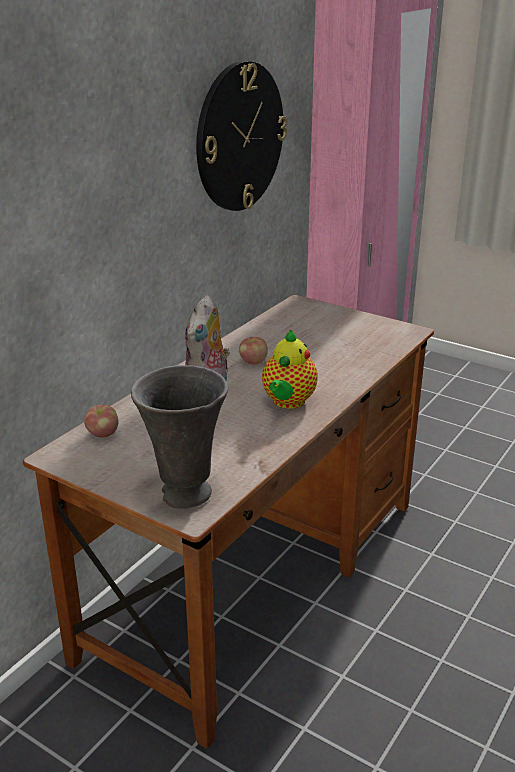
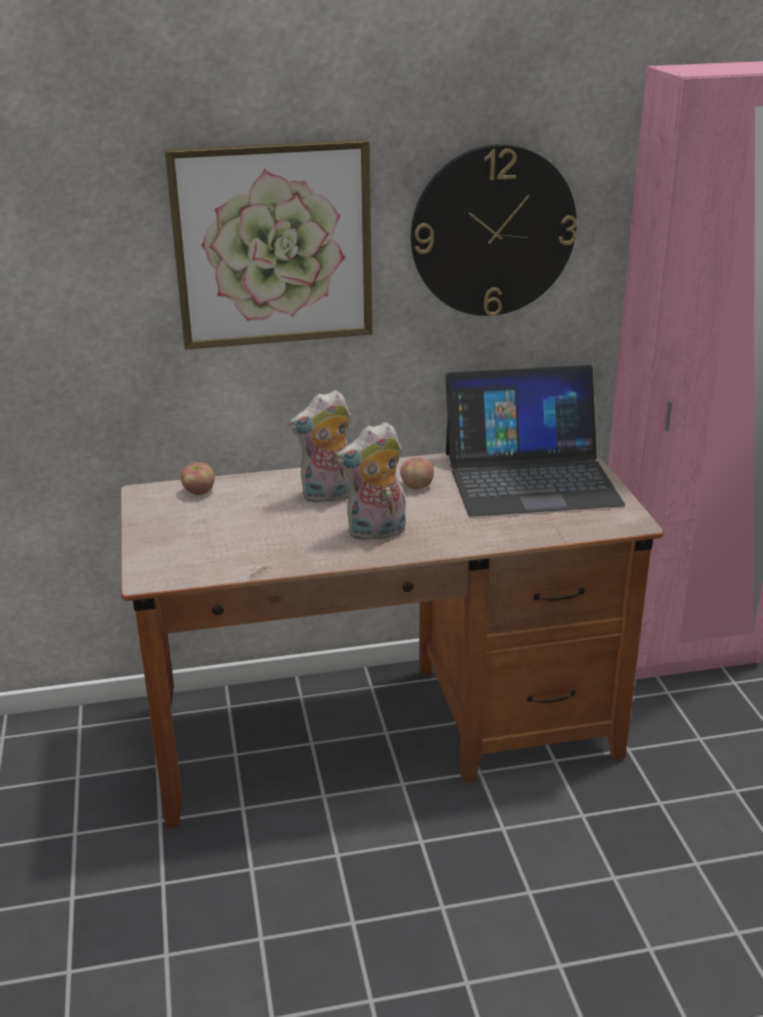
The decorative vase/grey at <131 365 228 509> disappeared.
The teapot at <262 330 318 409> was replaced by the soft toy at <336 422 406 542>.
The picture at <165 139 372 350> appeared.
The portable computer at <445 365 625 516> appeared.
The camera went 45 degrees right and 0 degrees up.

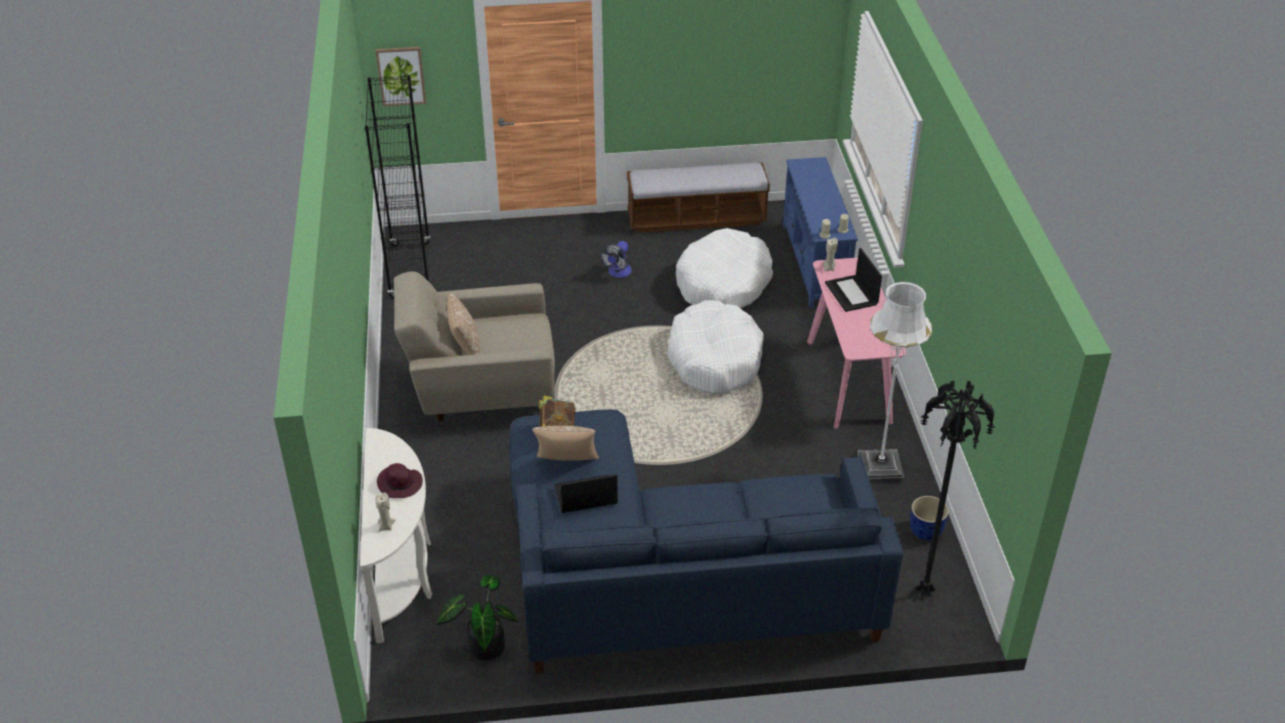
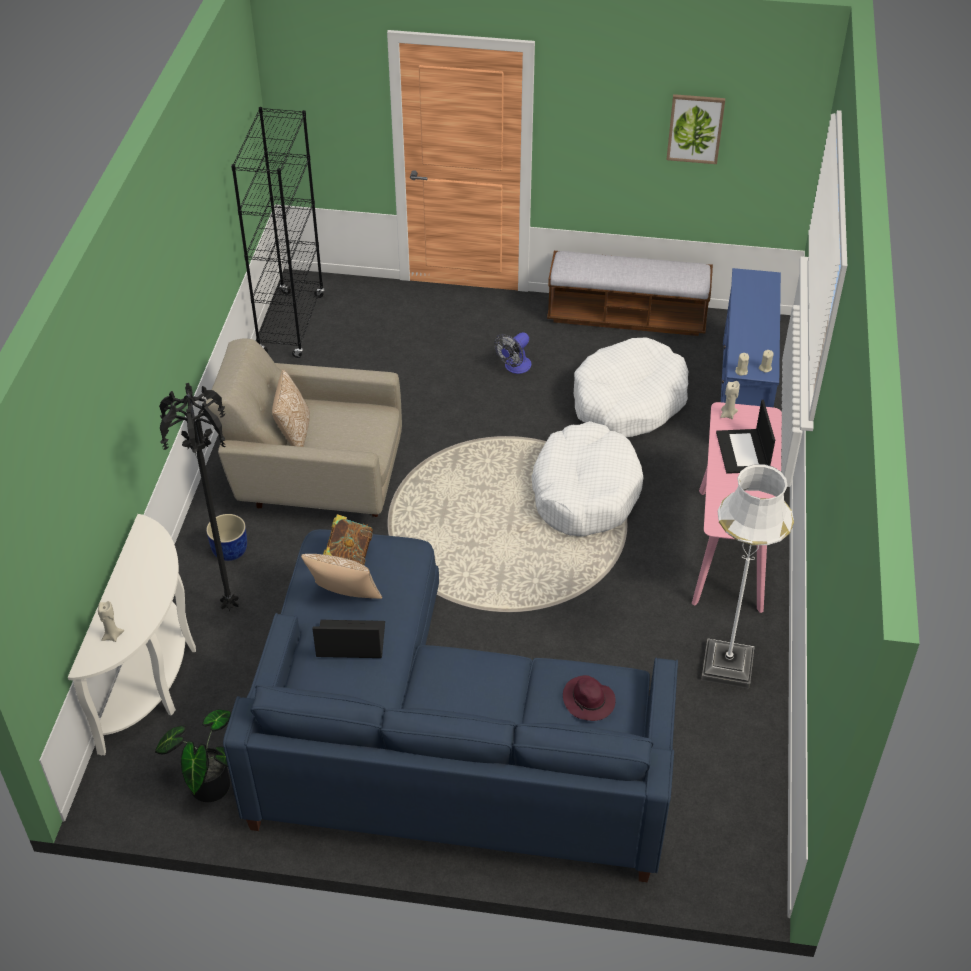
The picture moved from <375 47 426 106> to <667 94 725 164>.
The clothing hat/purple moved from <377 463 423 498> to <563 675 616 721>.
The plant pot/blue-coloured moved from <910 496 949 540> to <206 514 247 561>.
The standard lamp/blackish moved from <916 380 995 596> to <159 383 239 611>.
The camera went 15 degrees right and 5 degrees up.

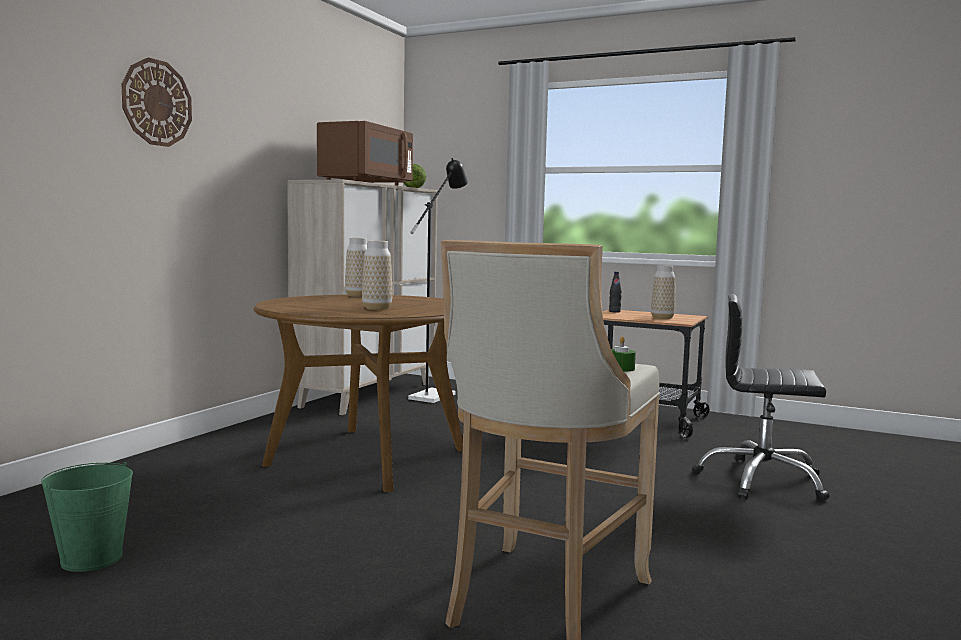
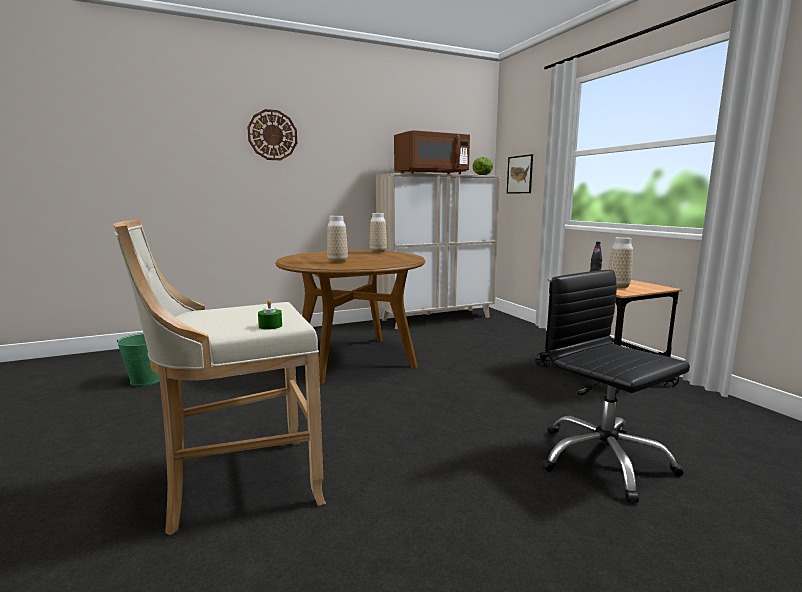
The standard lamp/blackish at <408 158 468 403> disappeared.
The picture at <507 154 533 194> appeared.
The camera went 40 degrees right and 5 degrees up.

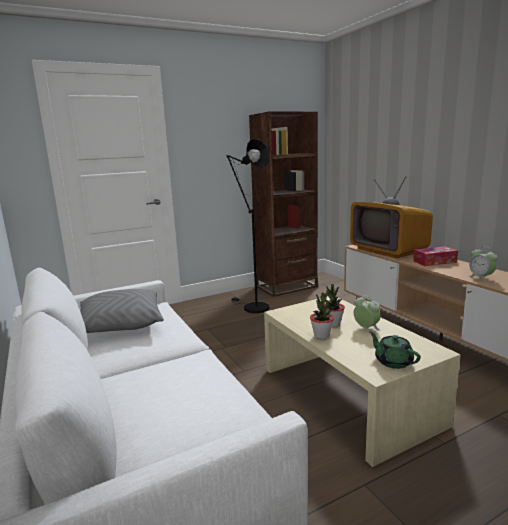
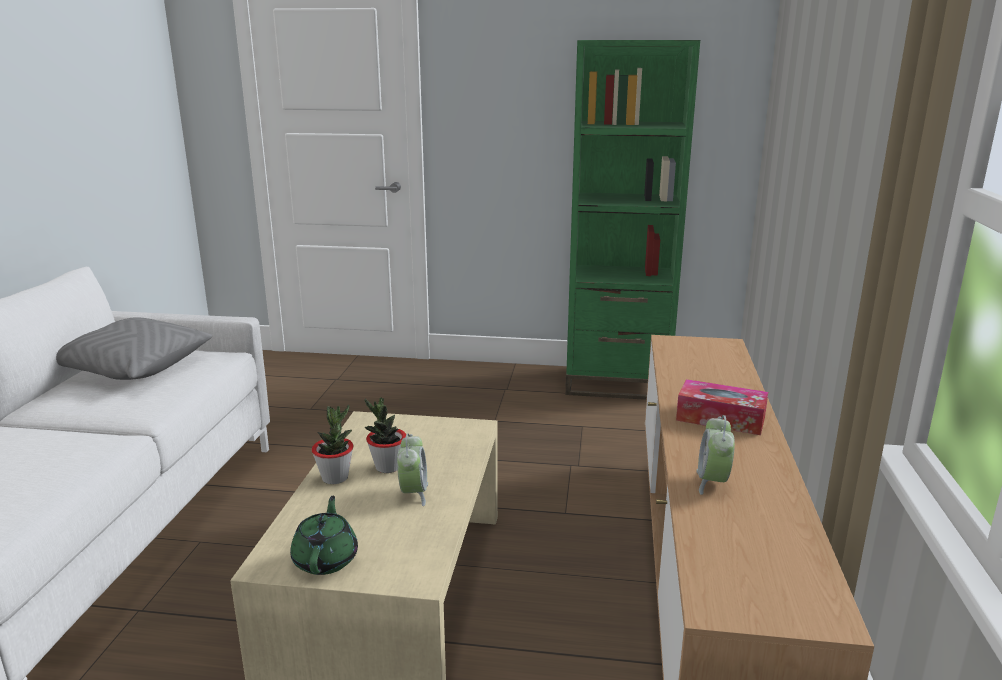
The standard lamp/blackish at <226 139 270 313> disappeared.
The bookcase/brown-coloured at <249 112 318 297> became the bookcase/greenish at <565 40 700 400>.
The television at <350 176 433 258> disappeared.
The camera went 35 degrees right and 5 degrees up.

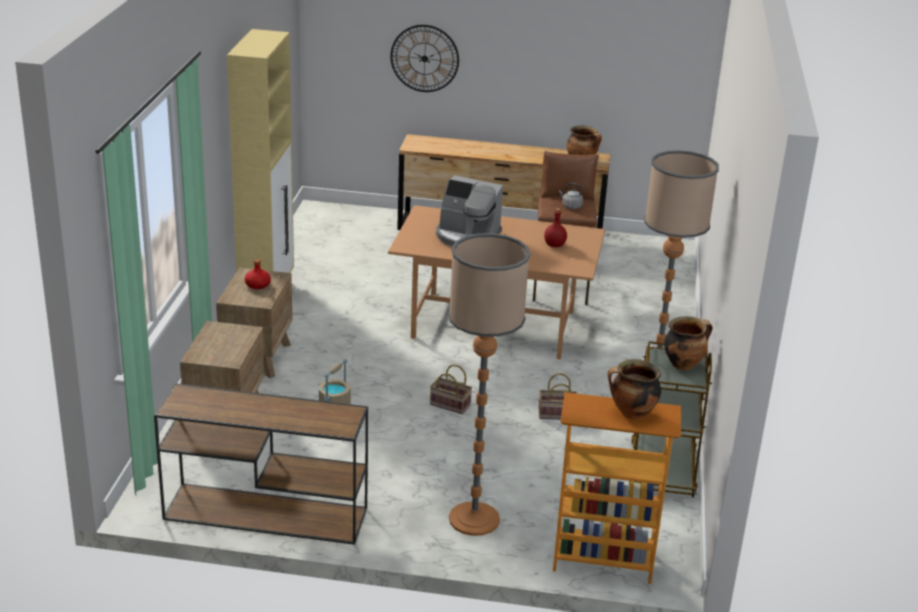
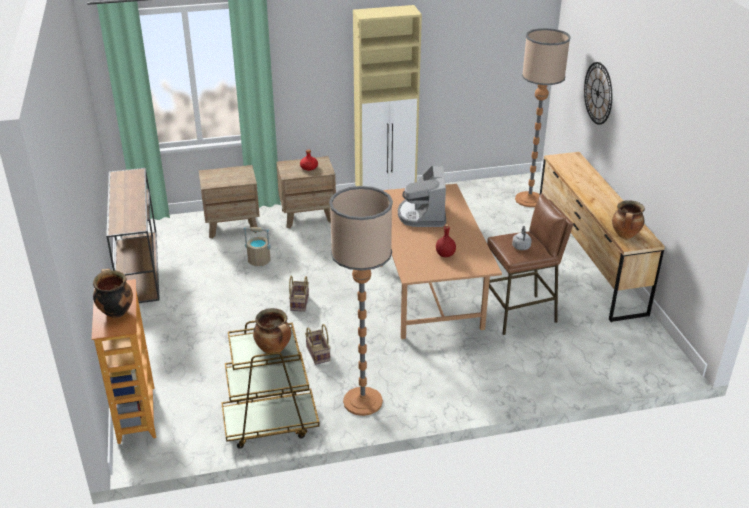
The standard lamp moved from <448 233 530 536> to <515 28 571 207>.
The camera went 70 degrees right and 5 degrees up.

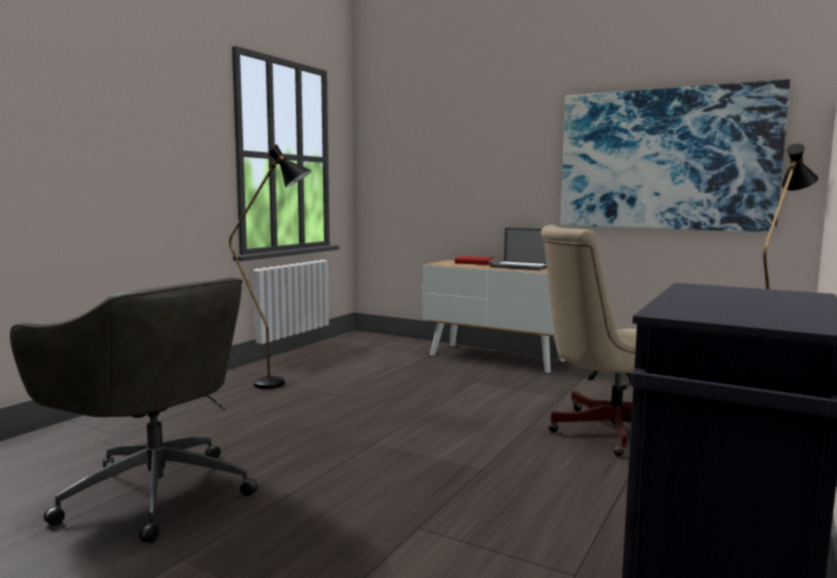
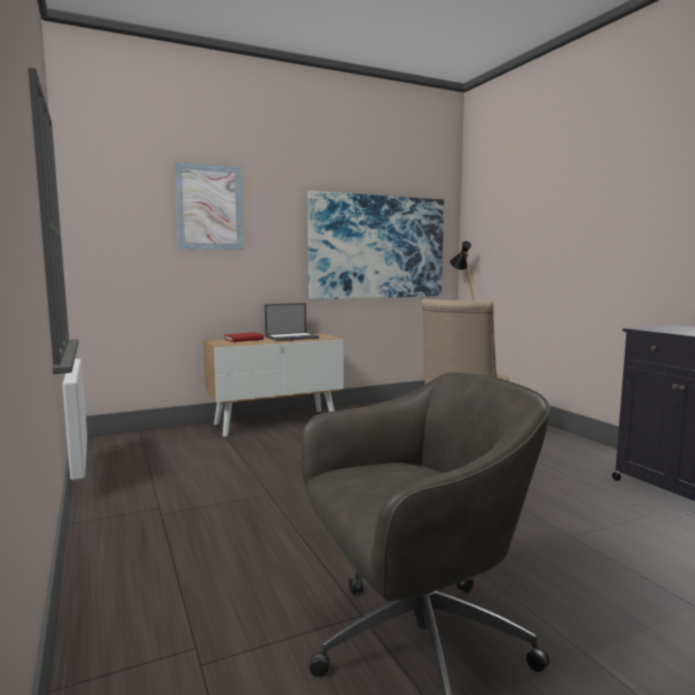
The standard lamp/blackish at <229 144 312 389> disappeared.
The picture at <174 162 243 250> appeared.
The camera went 55 degrees left and 0 degrees up.

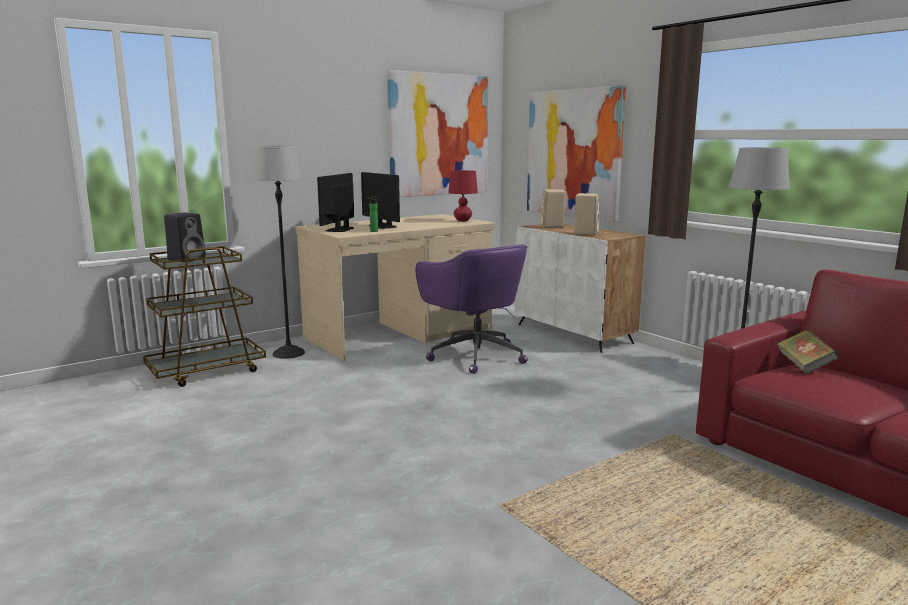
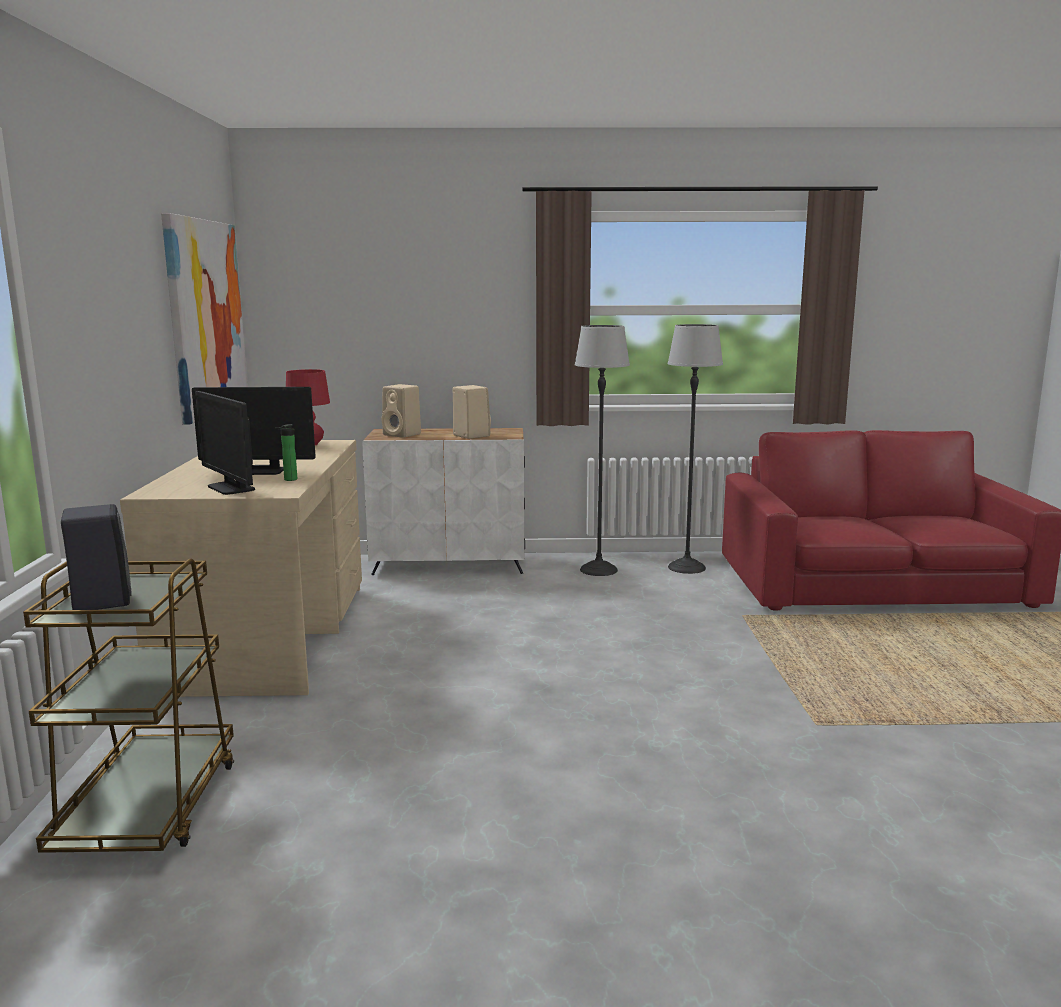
The standard lamp moved from <253 146 305 359> to <575 325 630 576>.
The desk chair/purple at <415 245 528 374> disappeared.
The picture at <527 85 626 222> disappeared.
The book at <777 330 839 374> disappeared.
The camera went 55 degrees left and 0 degrees up.

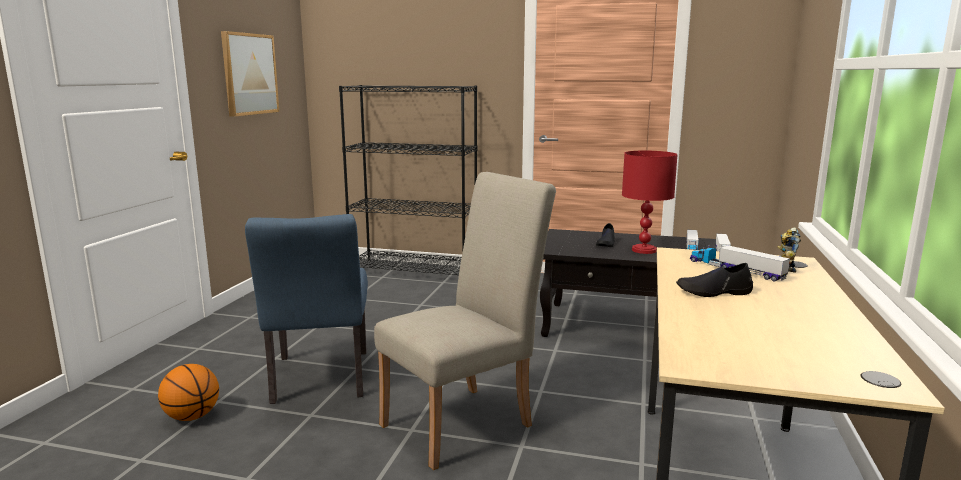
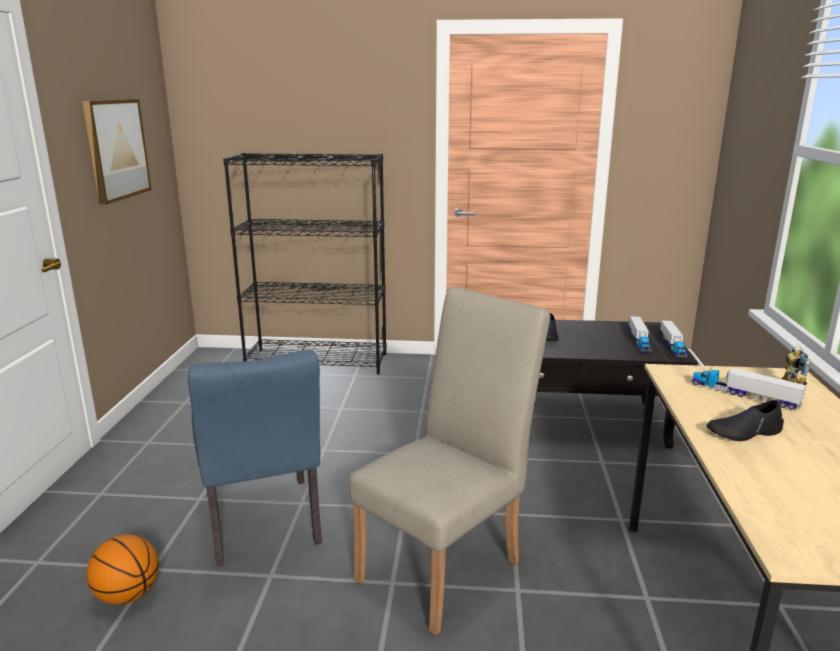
The table lamp/reddish at <622 150 678 254> disappeared.
The camera went 10 degrees left and 5 degrees up.

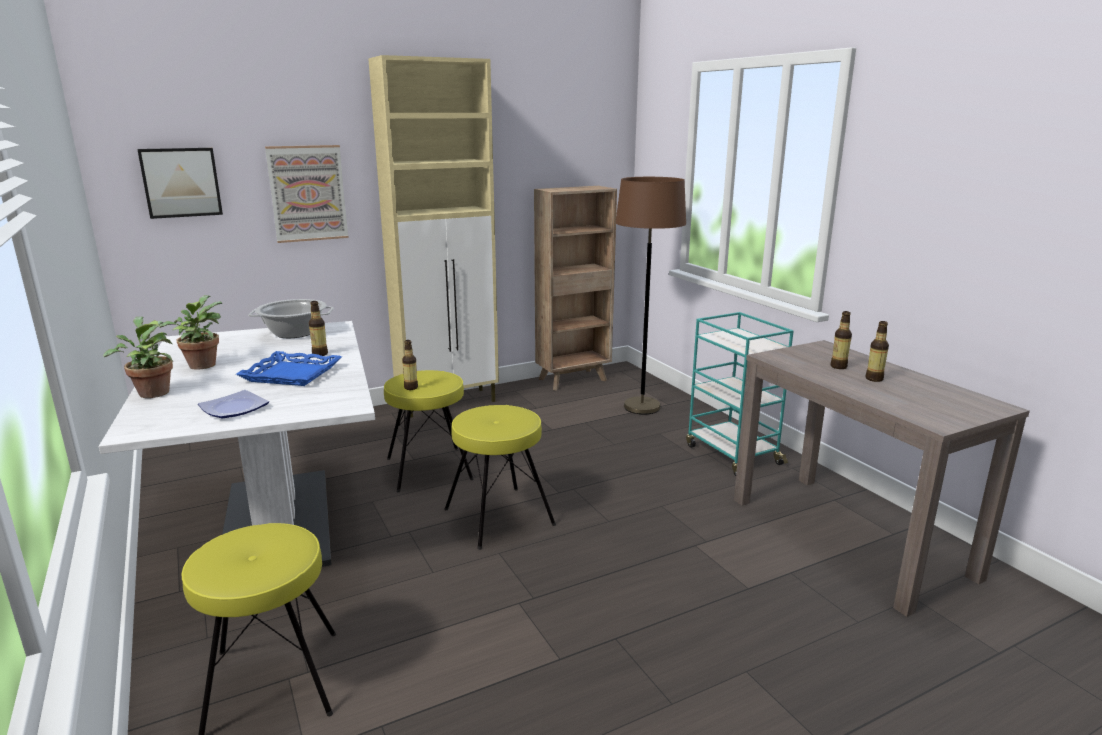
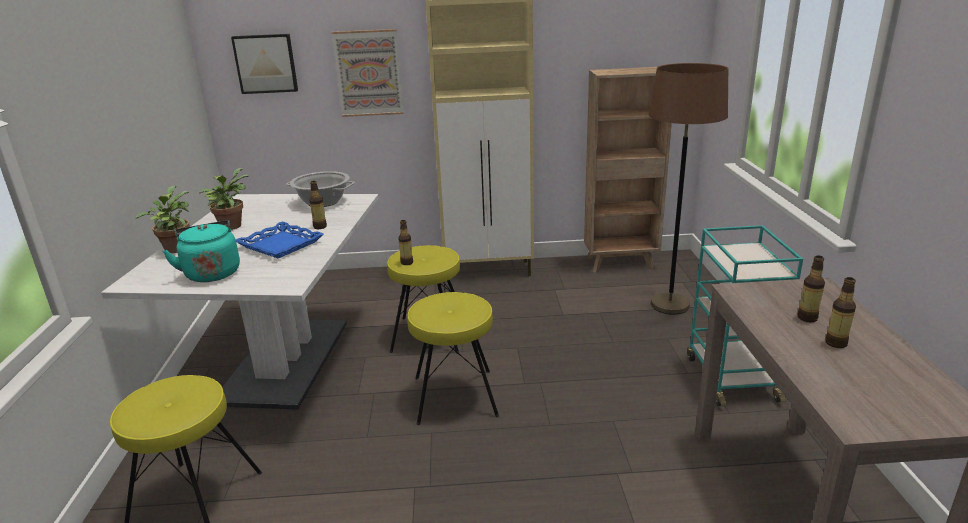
The dinner plate at <198 390 269 418> was replaced by the tea kettle/turquoise at <162 220 240 282>.
The camera went 25 degrees right and 5 degrees up.

